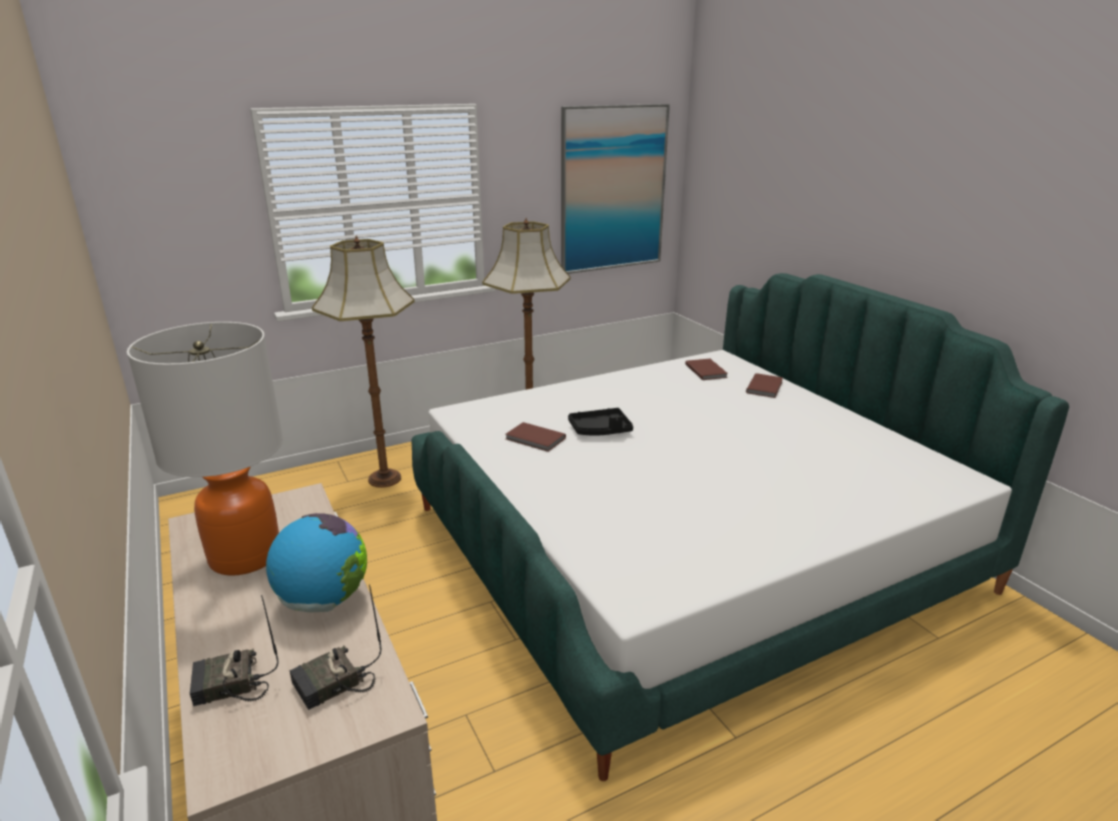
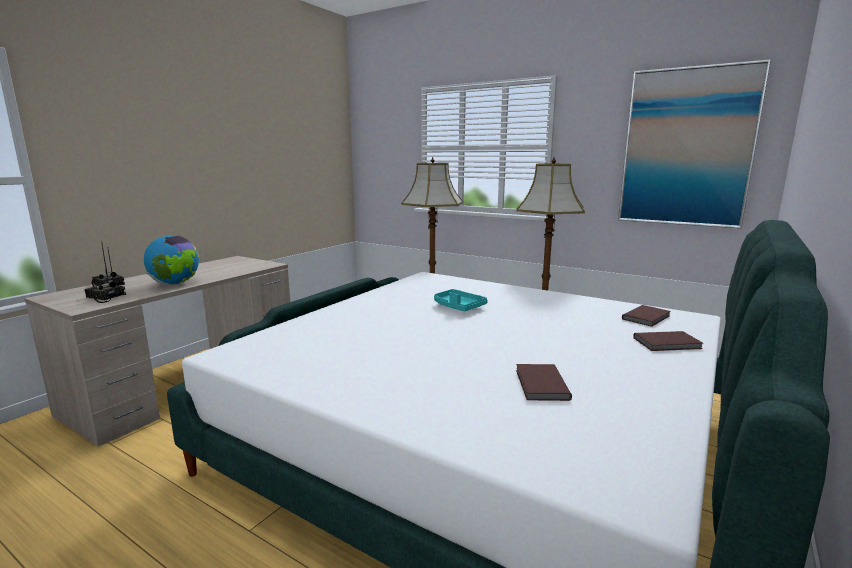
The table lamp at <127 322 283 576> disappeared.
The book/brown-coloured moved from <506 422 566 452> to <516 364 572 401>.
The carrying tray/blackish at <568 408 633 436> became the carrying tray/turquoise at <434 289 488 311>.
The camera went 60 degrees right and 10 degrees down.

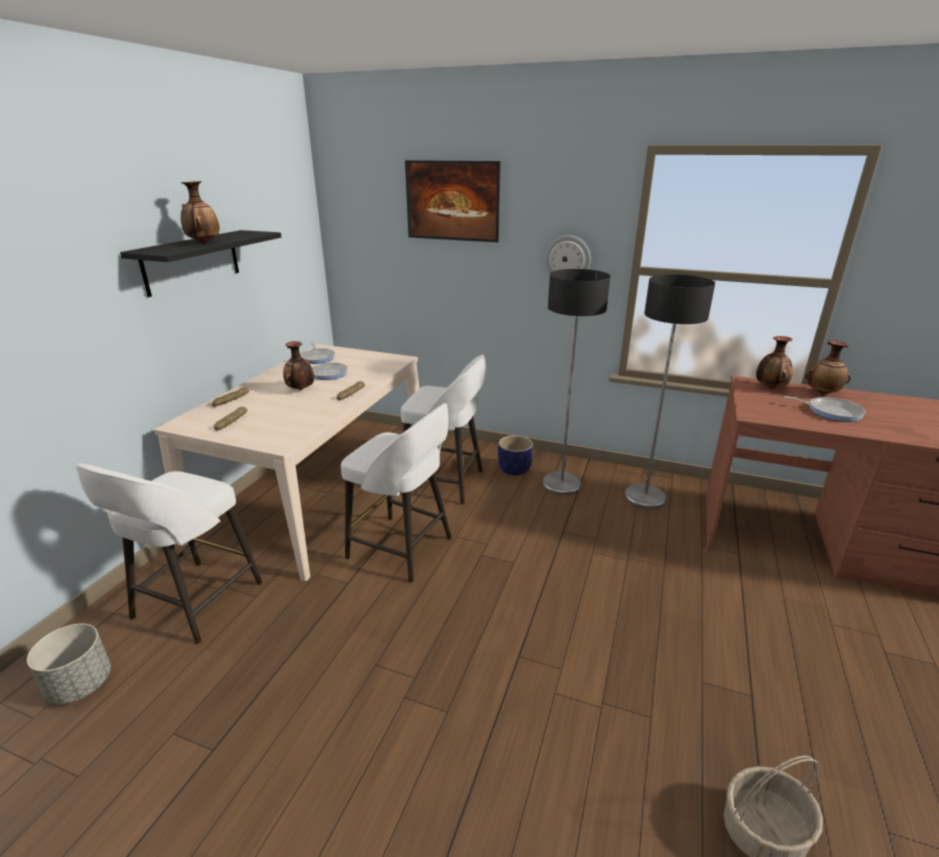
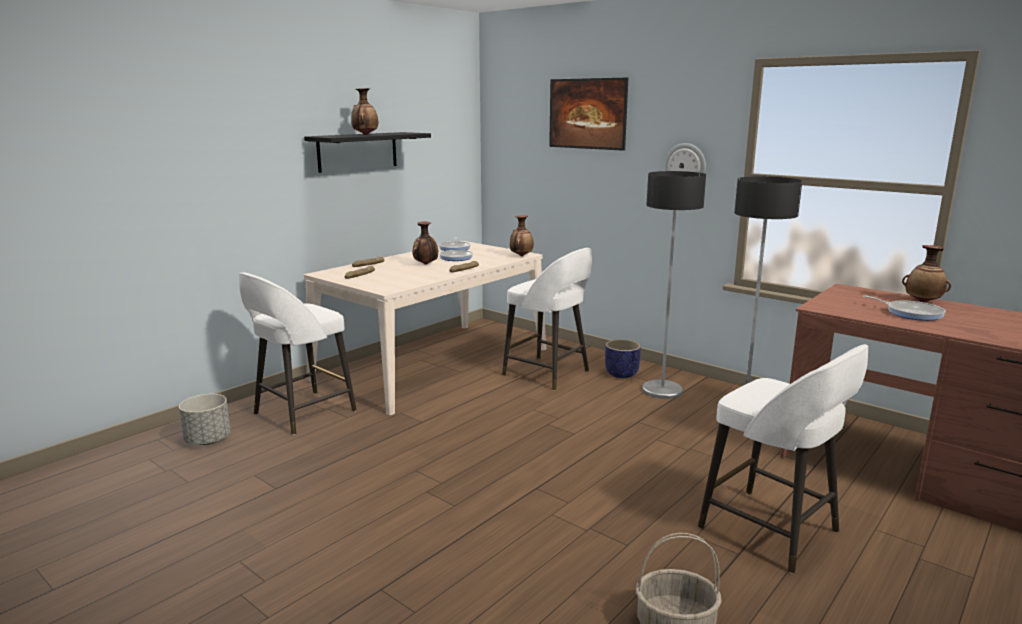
The stool seat/white-coloured moved from <341 403 452 583> to <698 344 868 573>.
The decorative vase moved from <756 336 793 388> to <510 215 534 256>.
The camera went 20 degrees right and 10 degrees down.

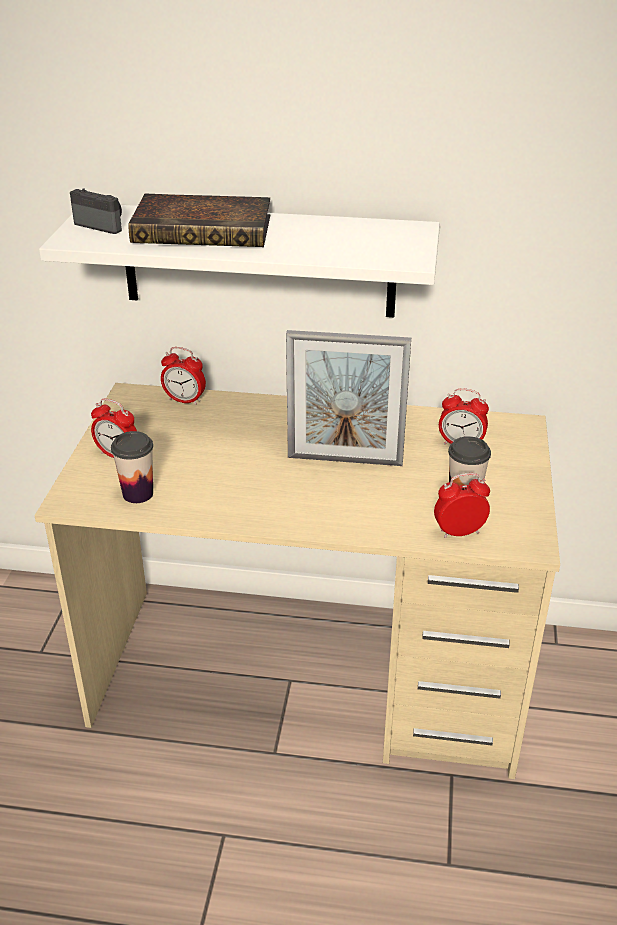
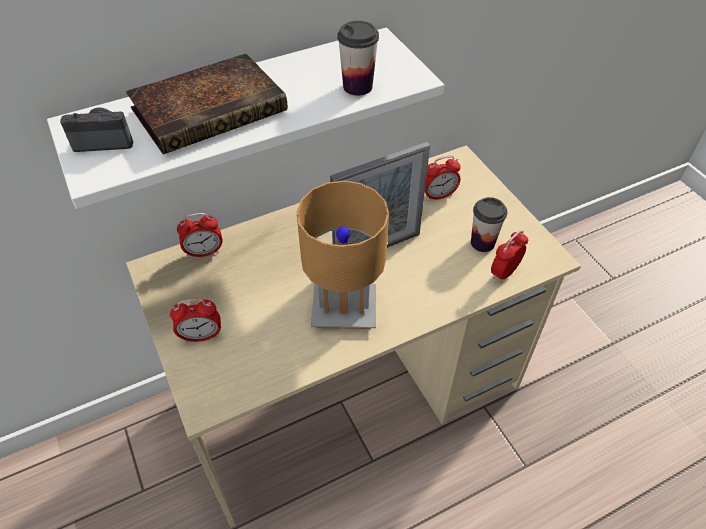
The drinking cup moved from <111 431 153 503> to <337 21 379 96>.
The table lamp/brown-coloured at <296 181 389 329> appeared.
The camera went 35 degrees left and 15 degrees up.

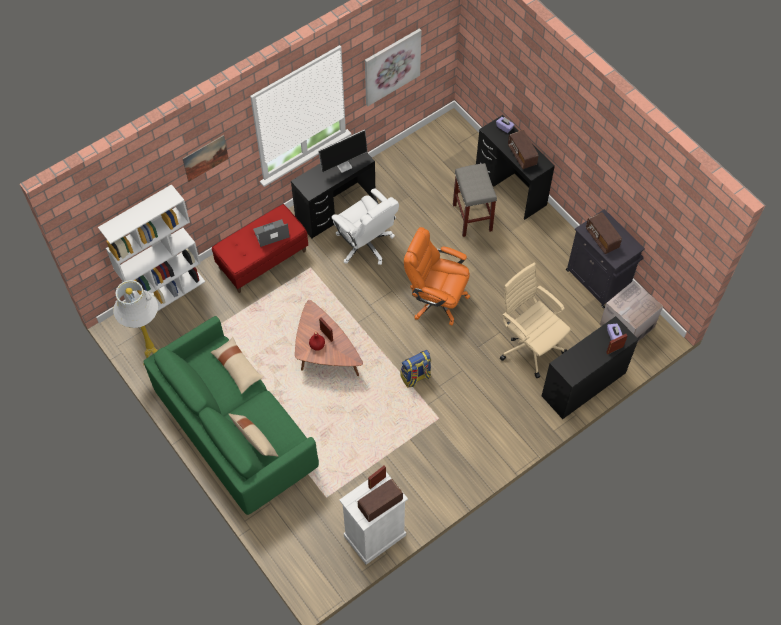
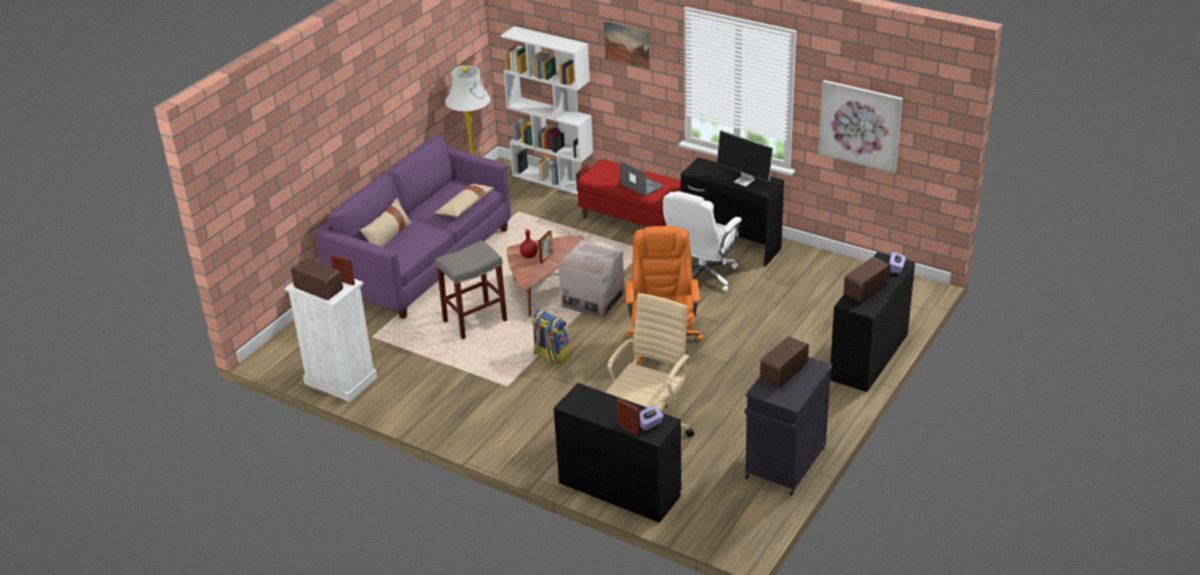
The settee/greenish at <143 316 319 515> became the settee/purple at <315 135 511 319>.
The stool seat/grey moved from <453 163 497 237> to <435 240 507 339>.
The cardboard box moved from <600 281 663 341> to <559 241 624 319>.
The camera went 70 degrees right and 25 degrees down.

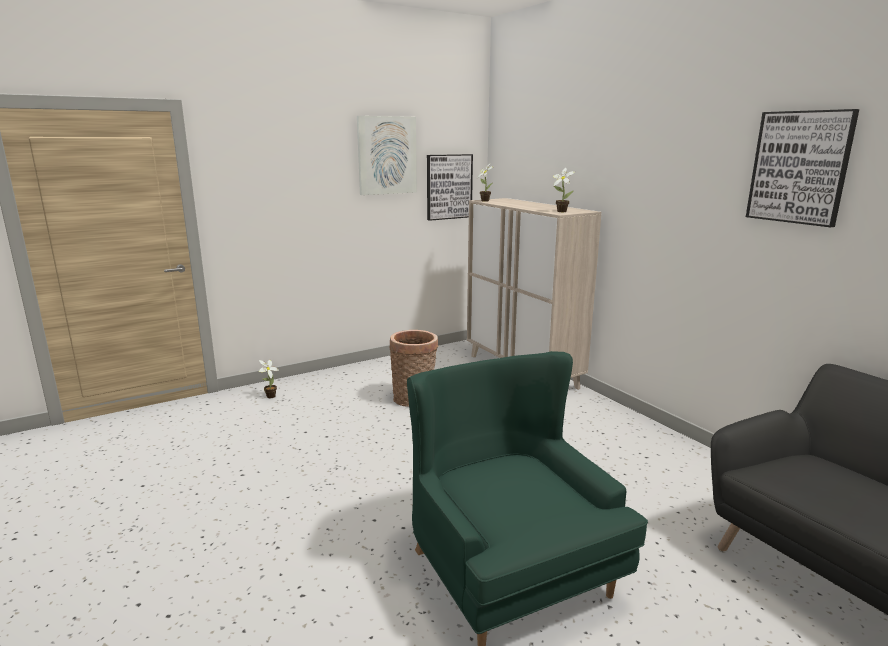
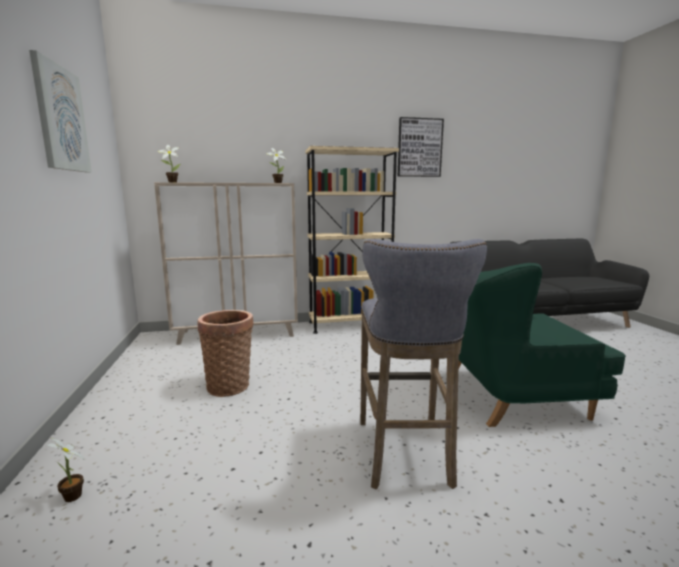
The picture at <427 154 473 221> disappeared.
The bookcase/sand-coloured at <305 146 399 334> appeared.
The stool seat/grey at <360 239 487 489> appeared.
The camera went 70 degrees left and 5 degrees down.

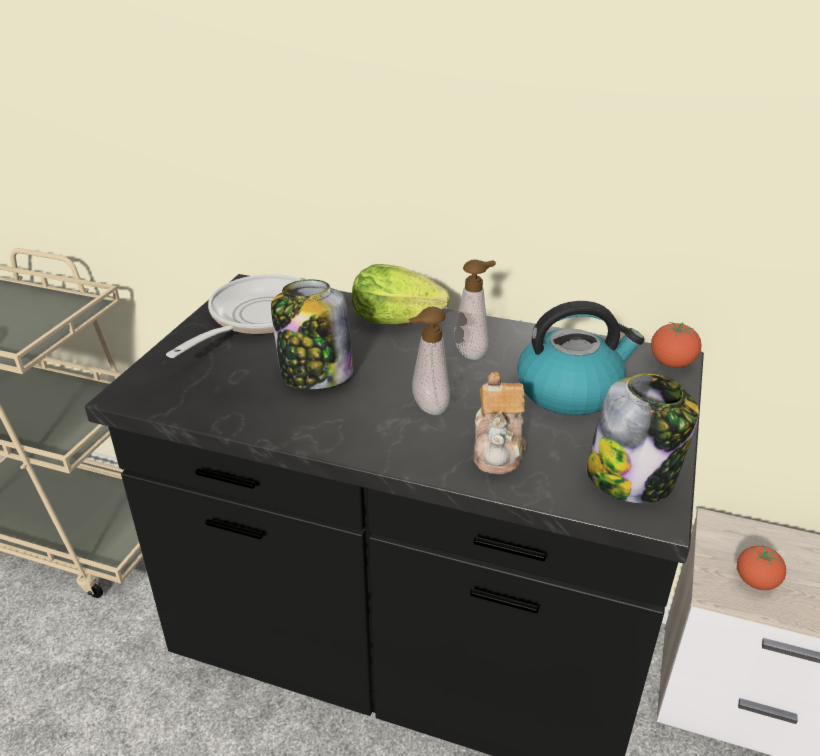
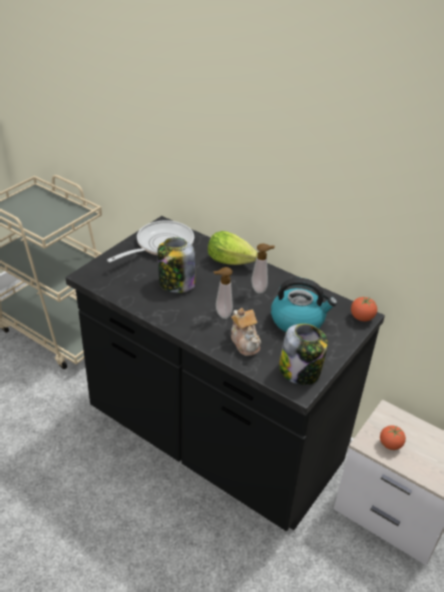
The teapot at <474 372 526 474> turned 45 degrees counterclockwise.
The camera went 15 degrees right and 5 degrees up.

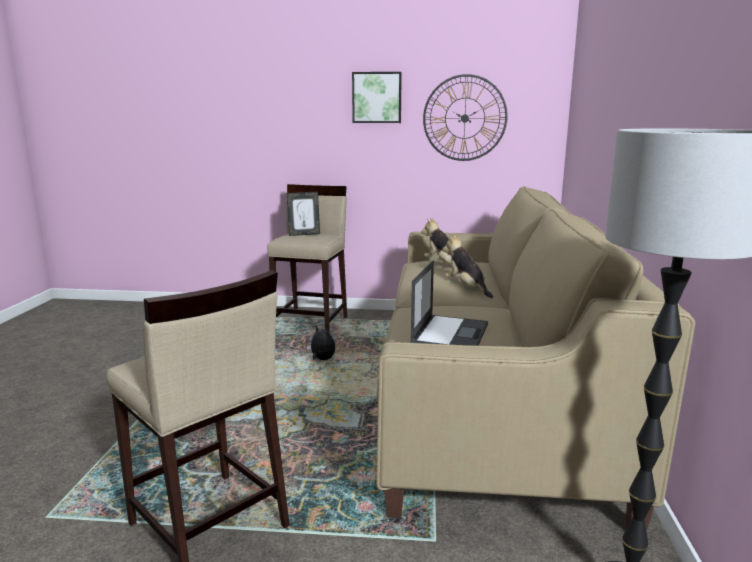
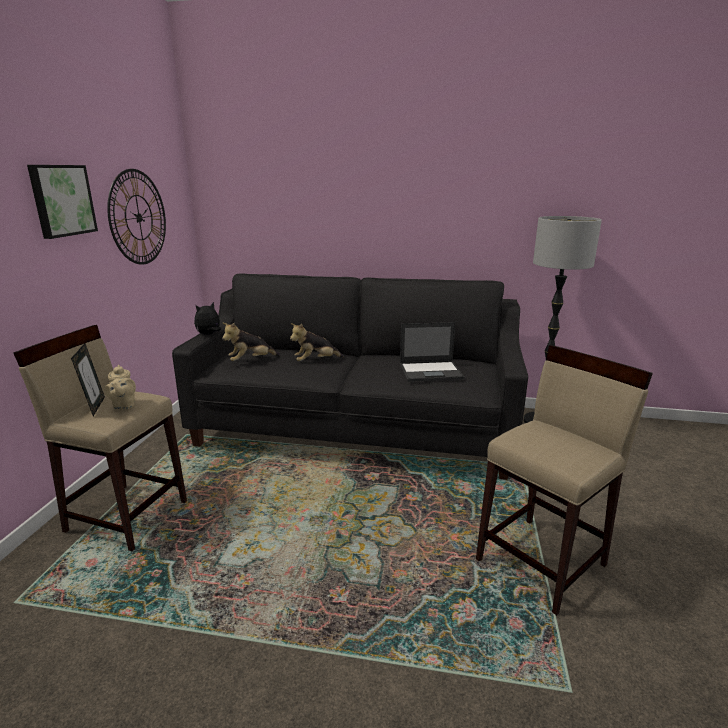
The soft toy moved from <307 326 335 360> to <194 302 221 335>.
The settee/sand-coloured at <376 186 695 532> became the settee/blackish at <172 273 528 480>.
The portable computer at <410 260 488 346> turned 150 degrees clockwise.
The teapot/sand-coloured at <104 365 136 409> appeared.
The camera went 85 degrees left and 5 degrees up.

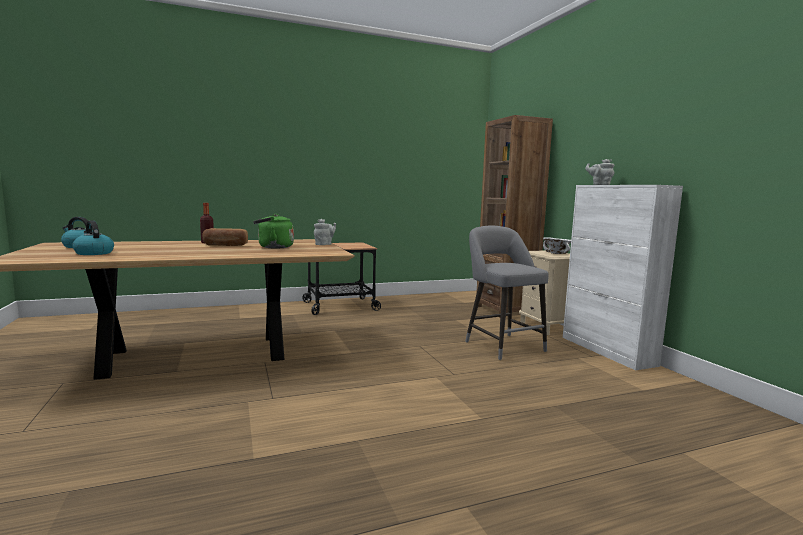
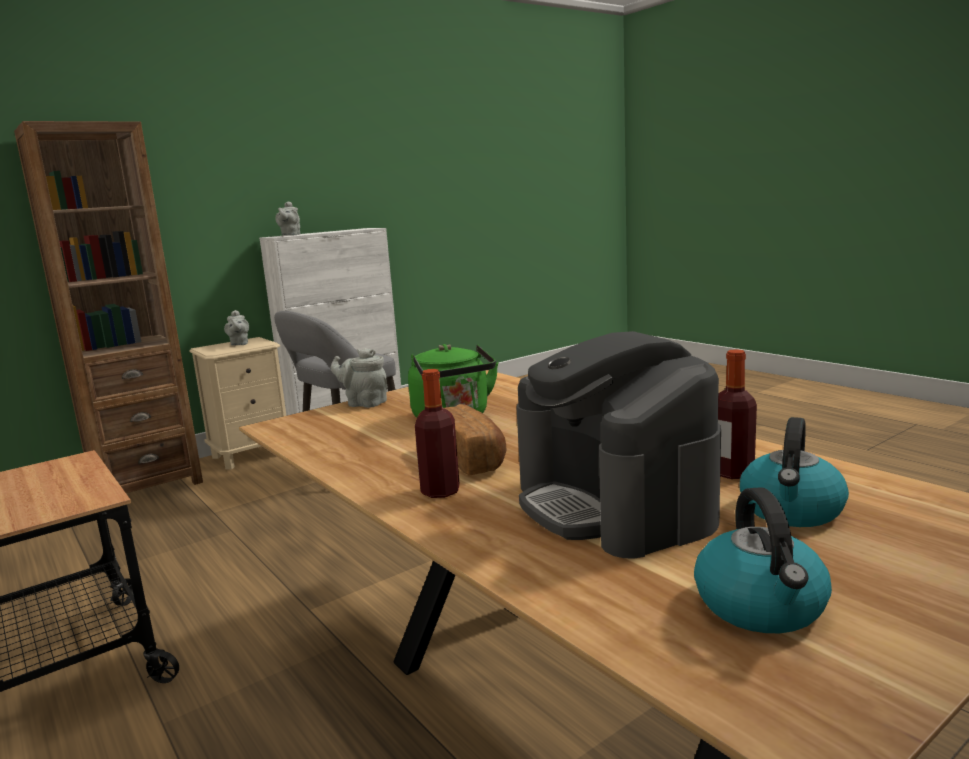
The deep dish/white-coloured at <543 237 571 254> was replaced by the teapot/grey at <224 310 249 345>.
The coffee brewer at <516 331 721 558> appeared.
The beverage bottle at <718 349 757 479> appeared.
The camera went 105 degrees left and 5 degrees up.

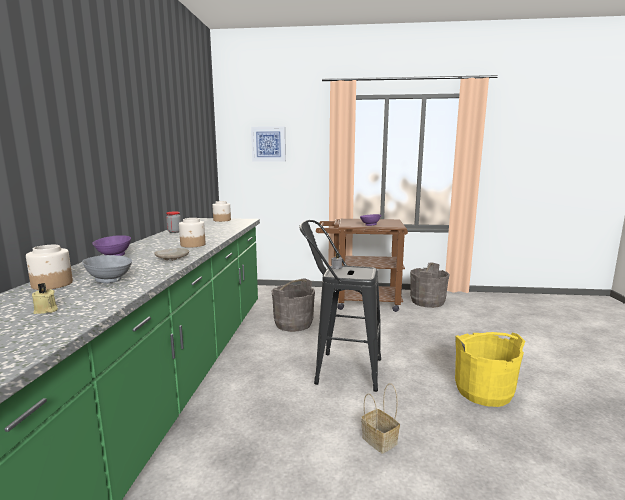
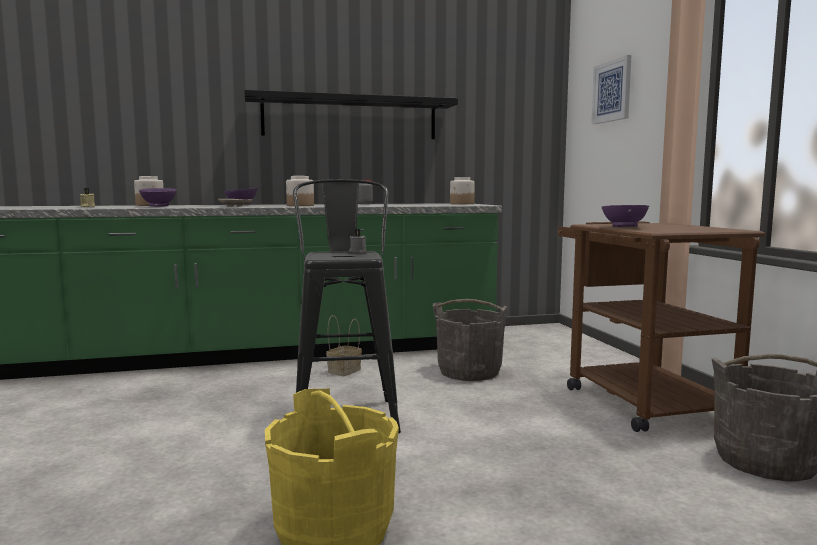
The deep dish/grey at <82 255 132 283> became the deep dish/purple at <139 188 177 207>.
The storage basket moved from <361 383 400 454> to <326 315 362 376>.
The wall shelf/blackish at <244 90 458 139> appeared.
The camera went 70 degrees right and 5 degrees down.

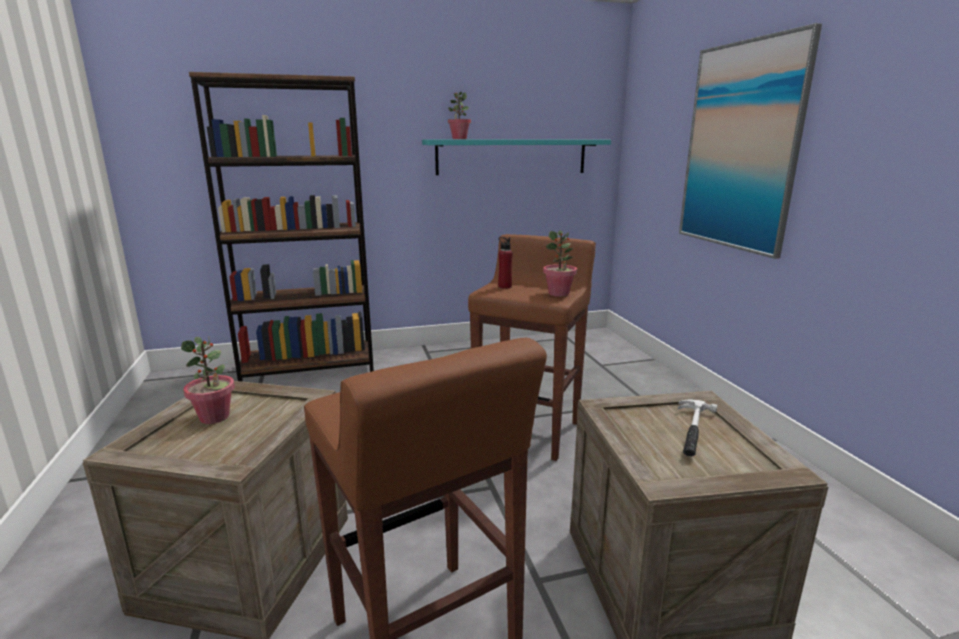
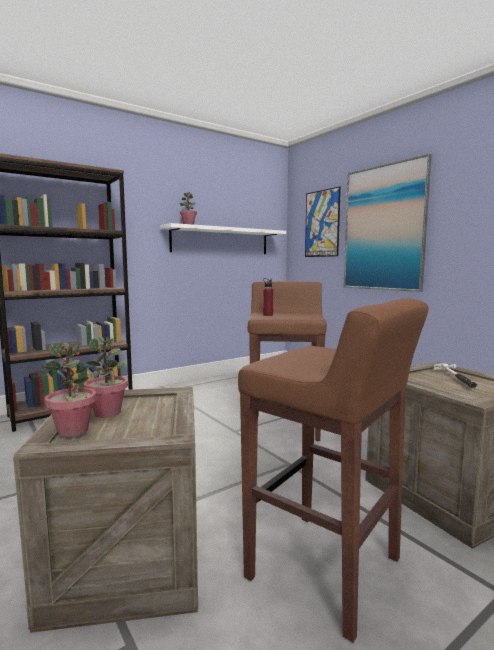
The wall shelf/turquoise at <422 140 611 175> became the wall shelf/white-coloured at <160 223 286 254>.
The houseplant moved from <543 230 577 297> to <42 343 96 437>.
The picture at <305 187 341 257> appeared.
The camera went 20 degrees left and 10 degrees down.

